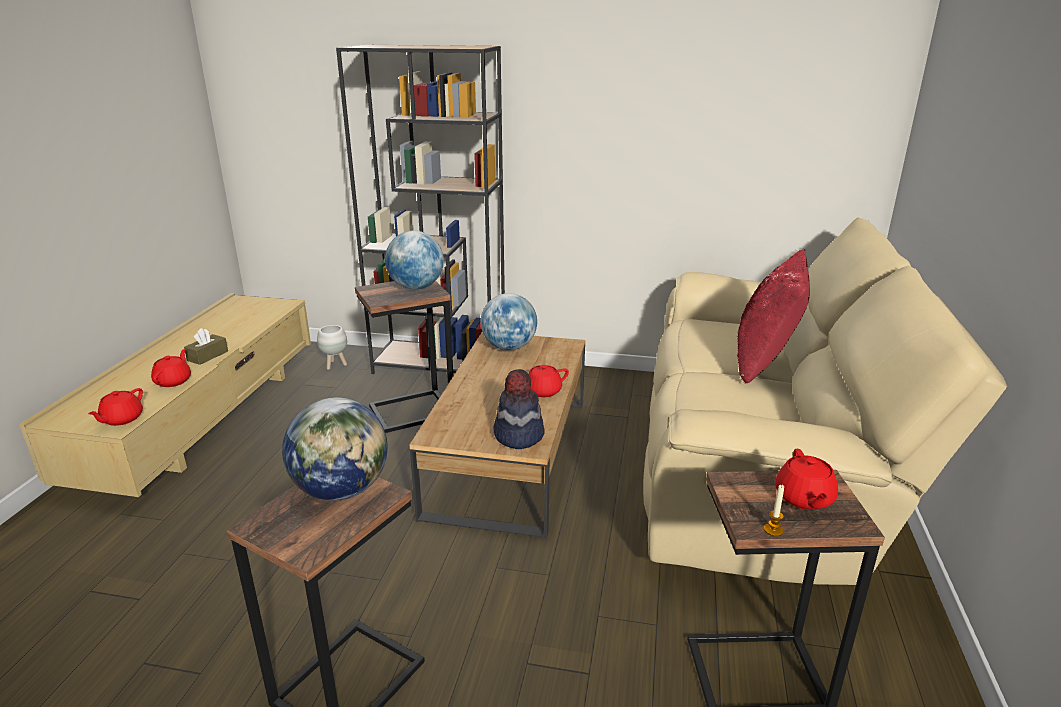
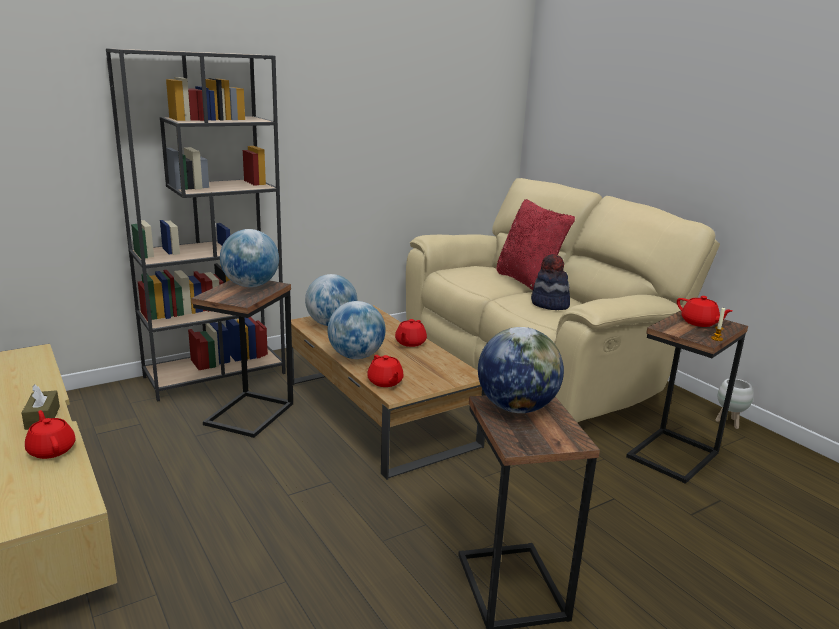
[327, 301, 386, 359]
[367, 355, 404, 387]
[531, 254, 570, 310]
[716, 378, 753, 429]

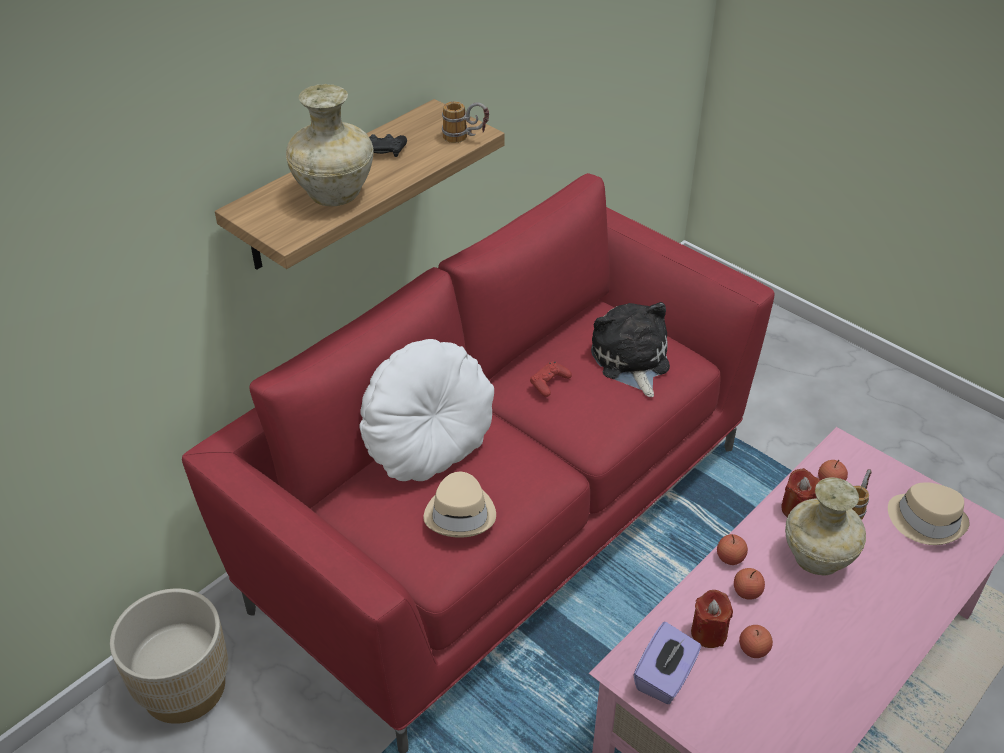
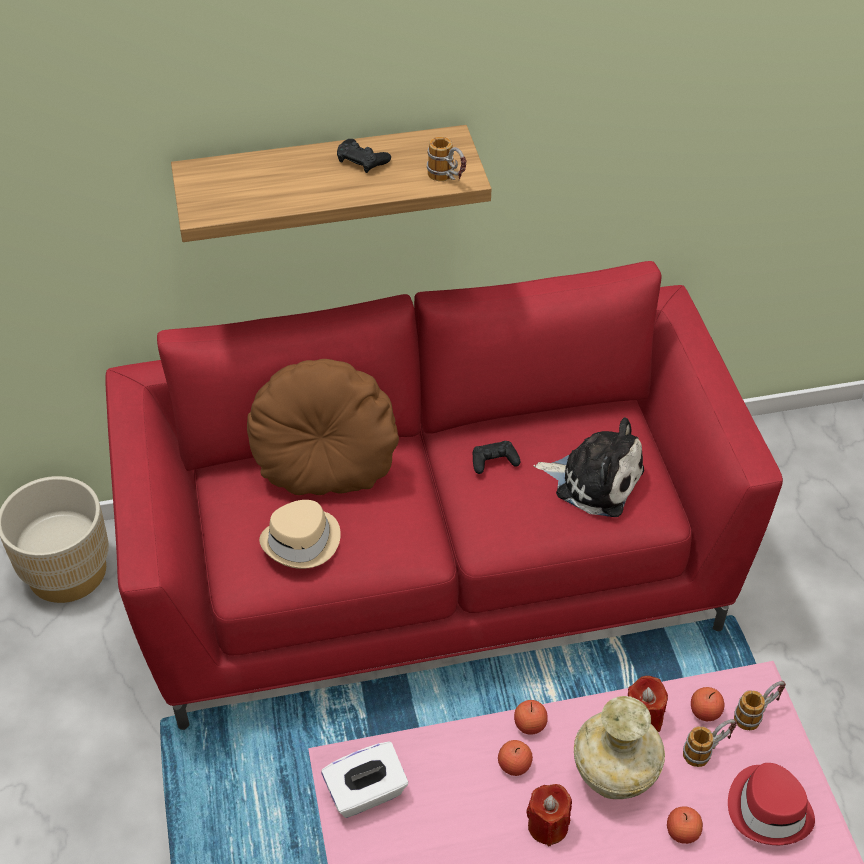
[247, 359, 399, 495]
[321, 741, 408, 818]
[473, 441, 520, 474]
[526, 784, 572, 846]
[533, 417, 644, 517]
[667, 806, 703, 844]
[728, 763, 815, 845]
[734, 681, 786, 730]
[286, 84, 374, 206] (first image)

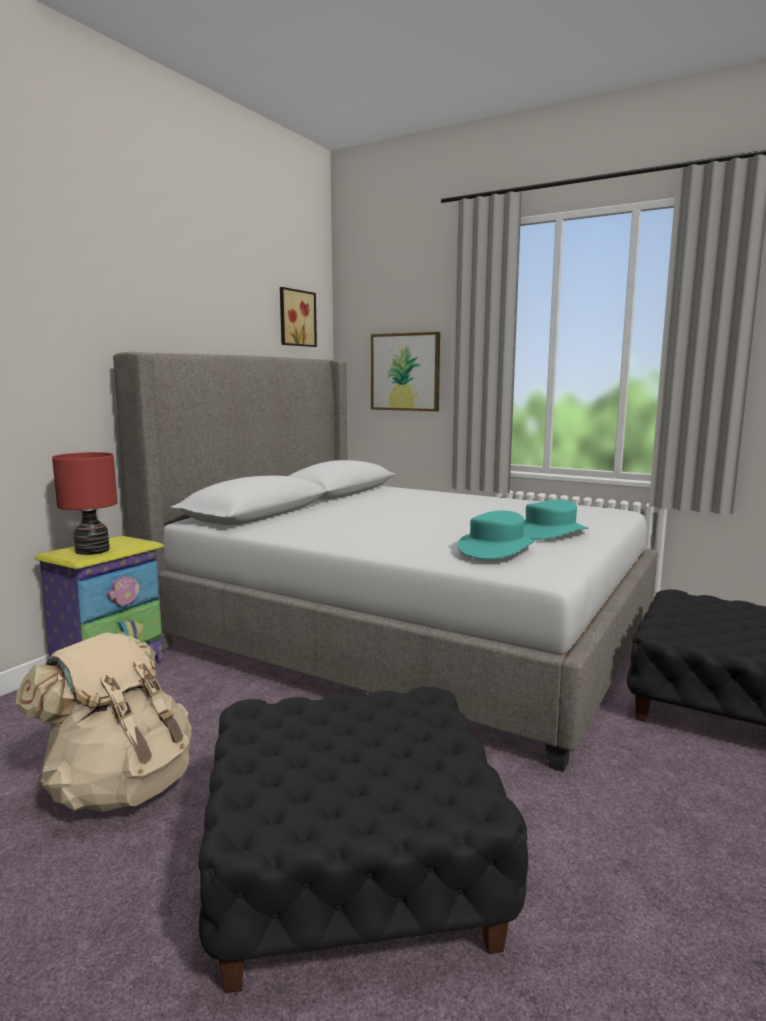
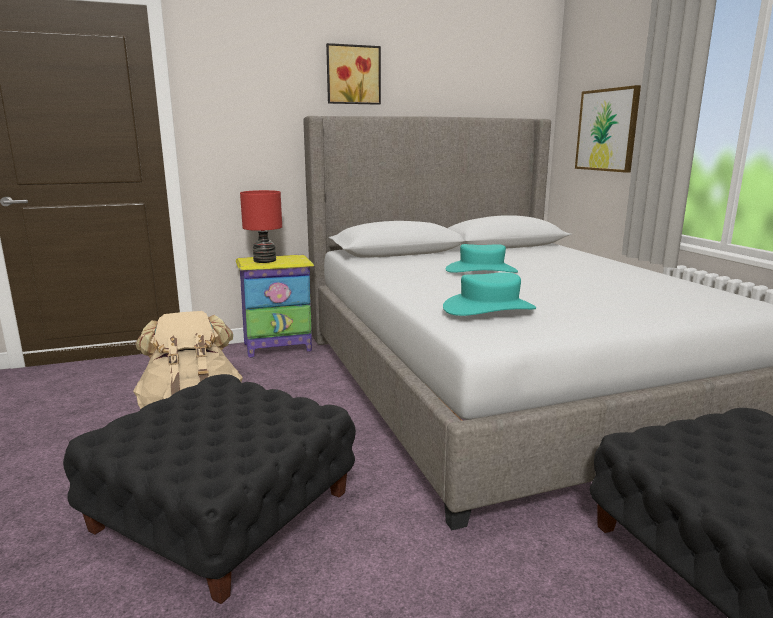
[326, 43, 381, 105]
[446, 244, 518, 273]

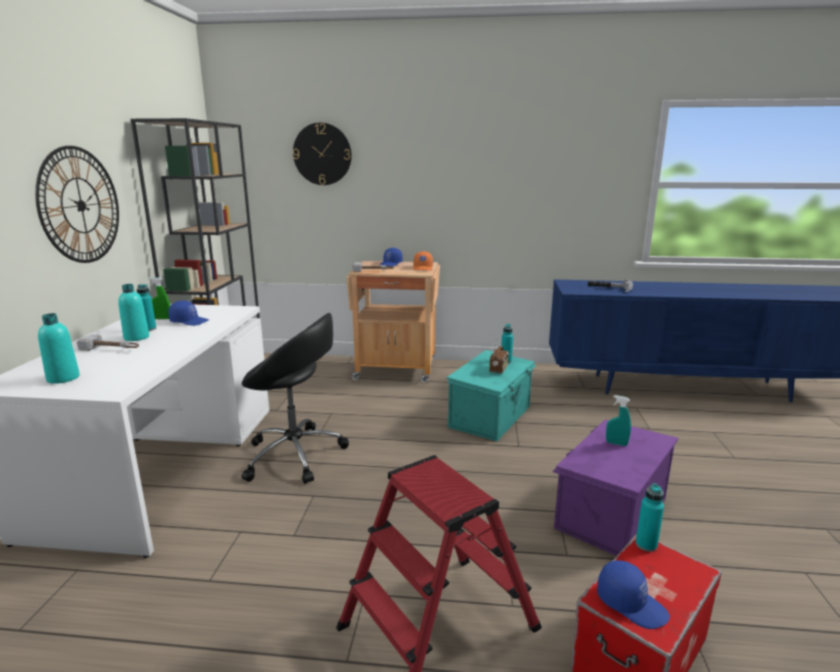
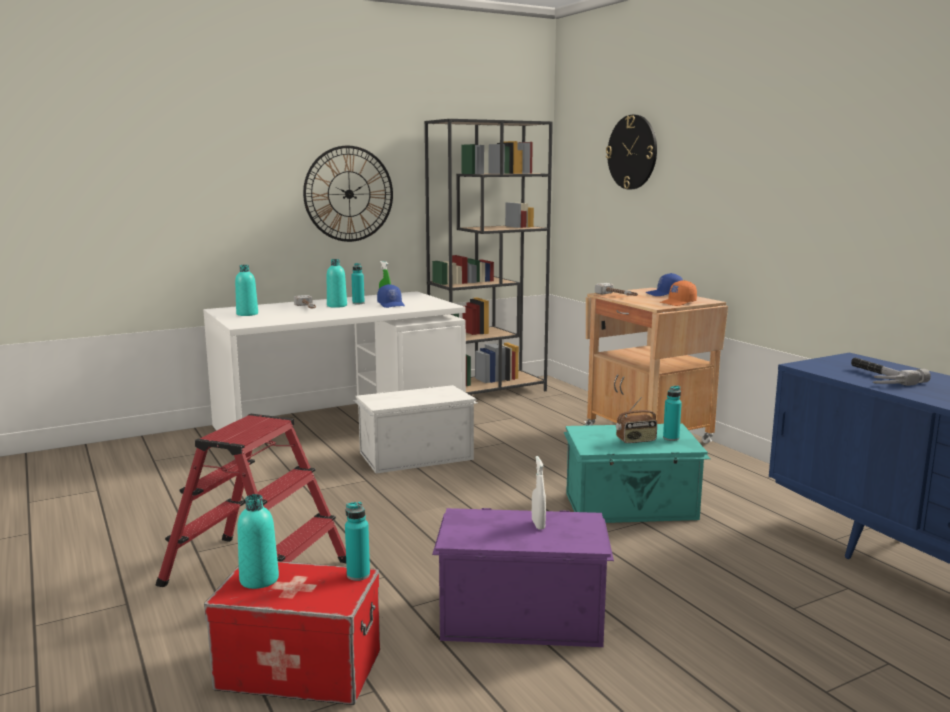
[237, 494, 279, 589]
[353, 385, 477, 474]
[532, 456, 546, 530]

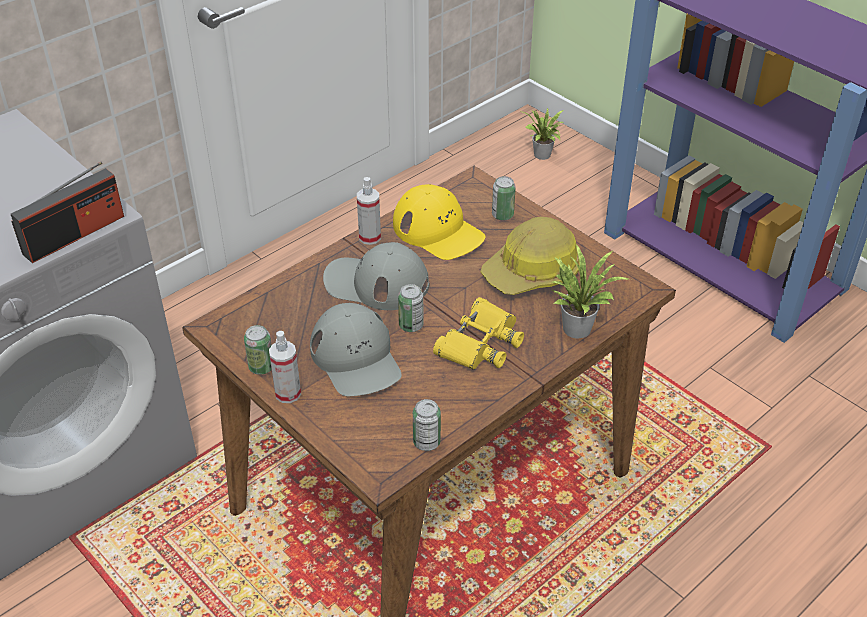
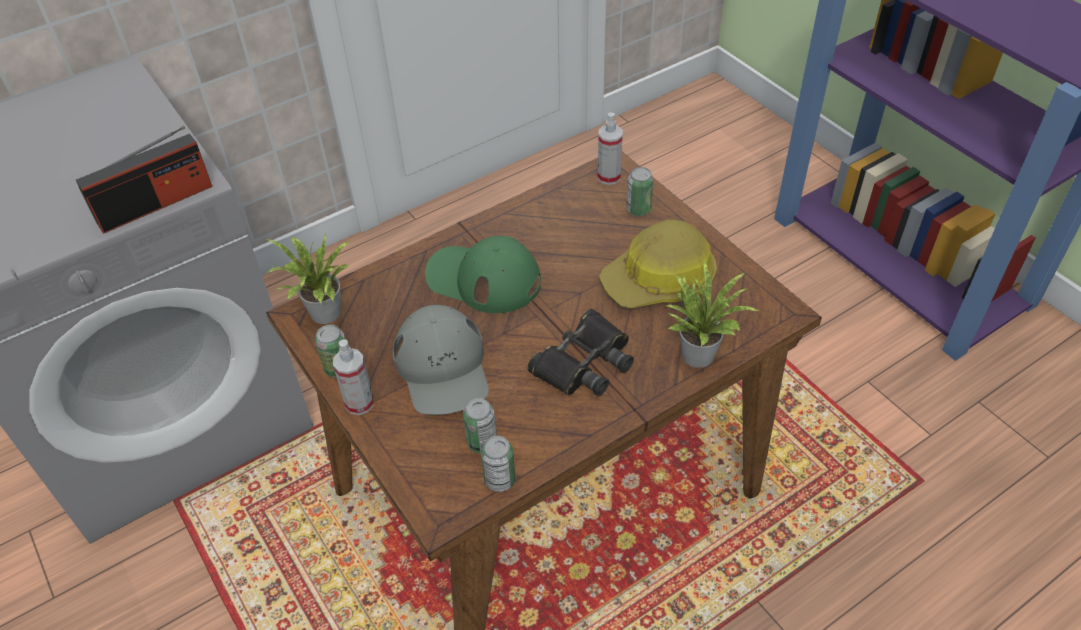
[265, 233, 351, 324]
[425, 236, 541, 313]
[463, 398, 497, 453]
[527, 309, 634, 396]
[598, 113, 623, 185]
[393, 184, 486, 260] (first image)

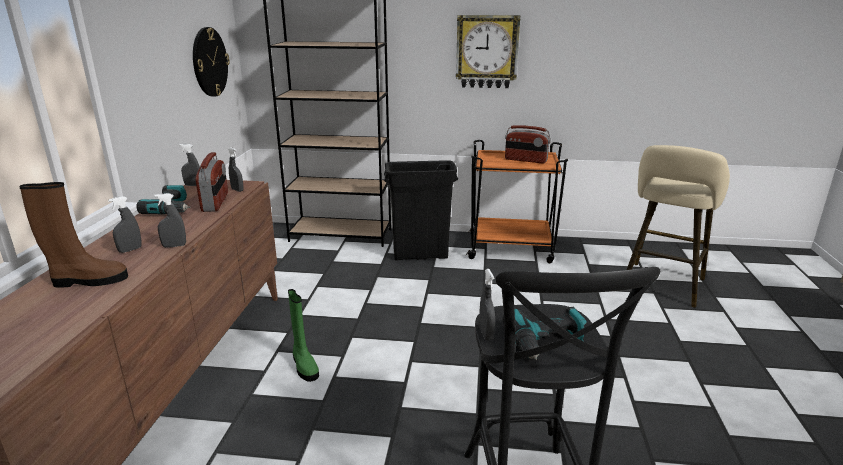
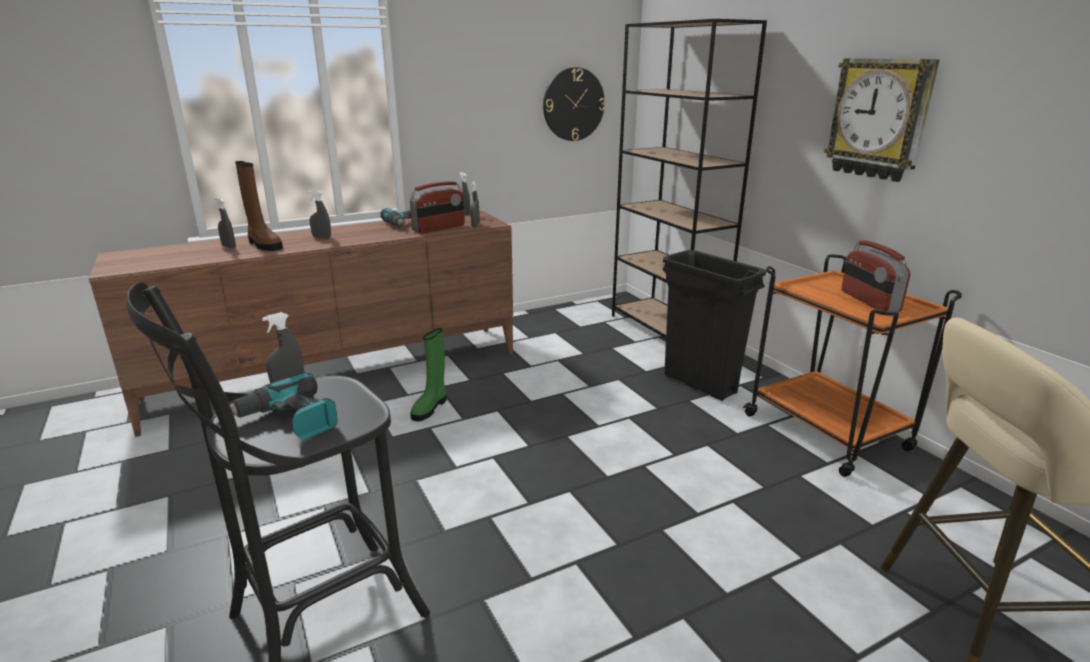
[214, 197, 236, 249]

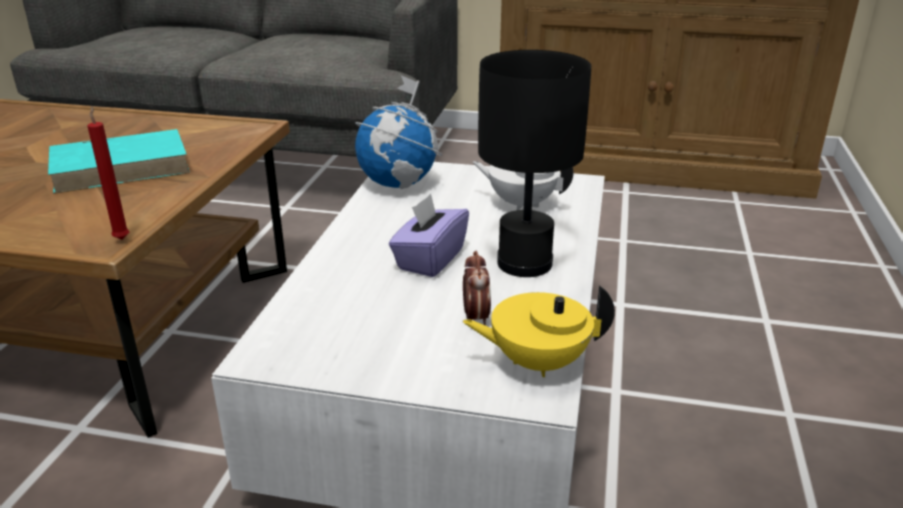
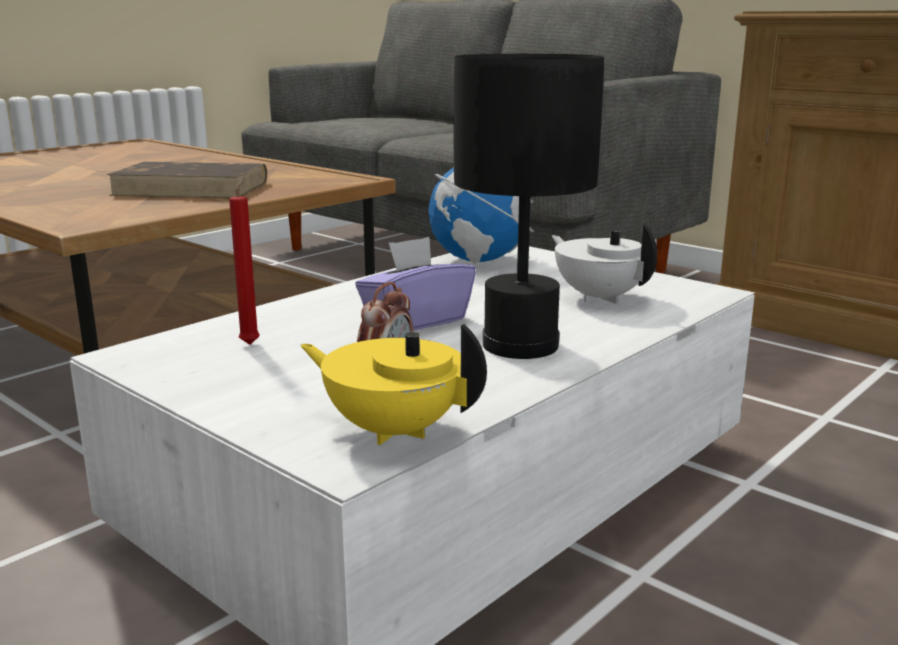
[107, 162, 267, 198]
[229, 177, 260, 345]

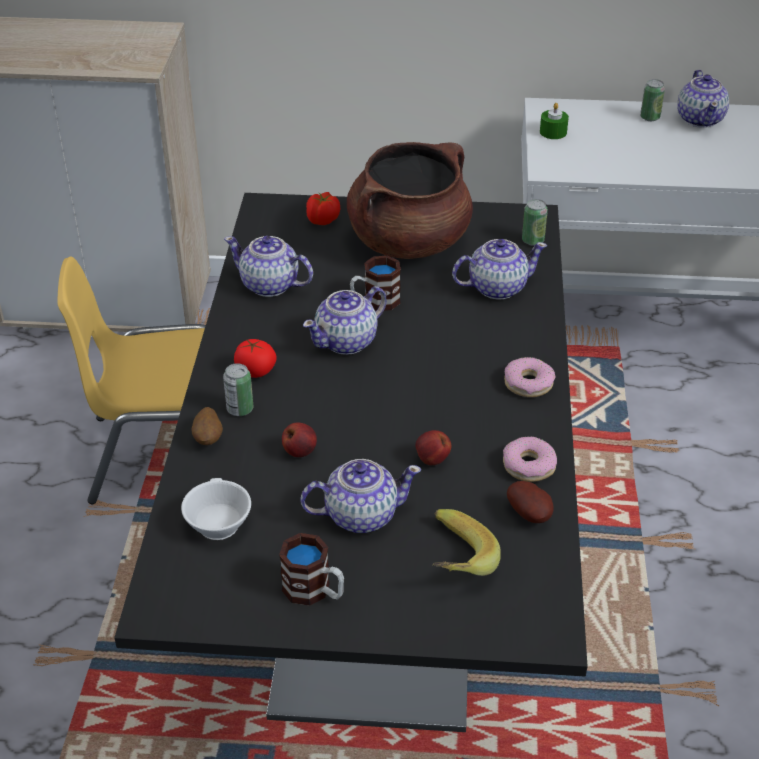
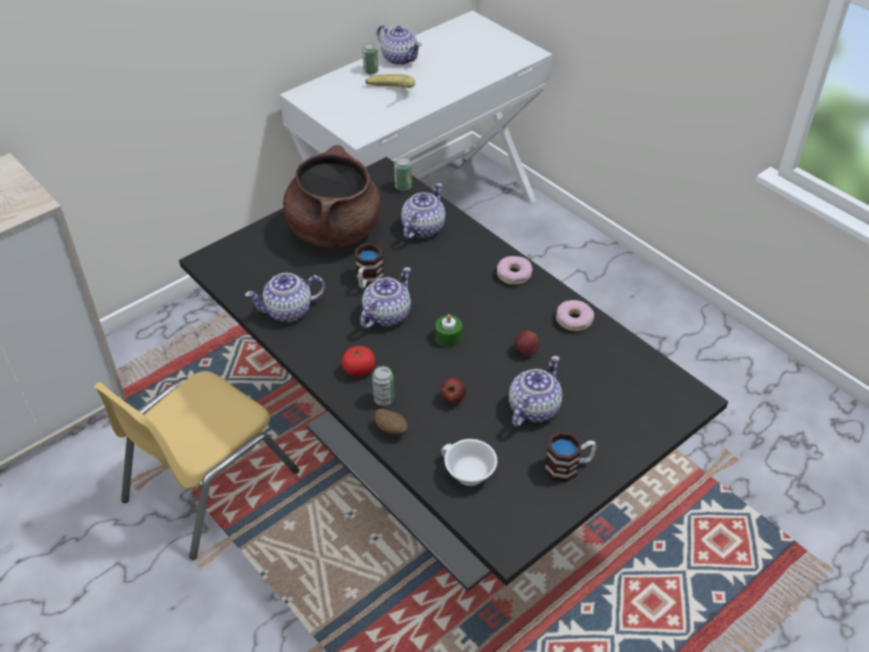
[360, 267, 411, 328]
[365, 74, 415, 88]
[435, 314, 462, 347]
[306, 192, 340, 225] (first image)
[507, 481, 554, 523] (first image)

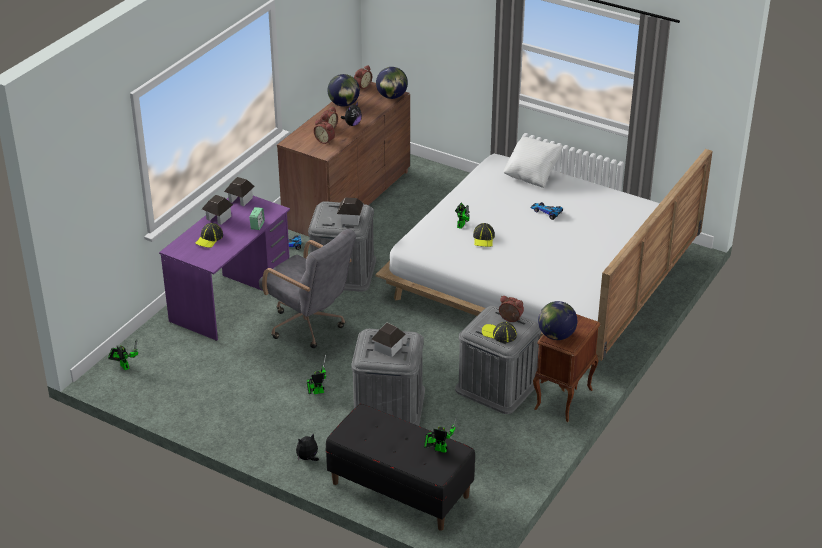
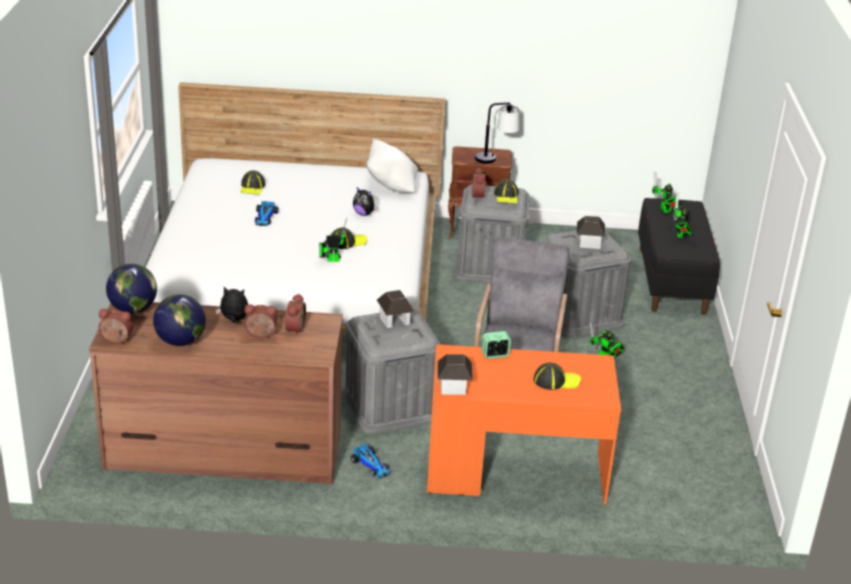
[240, 170, 266, 195]
[353, 187, 378, 216]
[366, 139, 418, 193]
[427, 344, 621, 504]
[475, 102, 519, 164]
[673, 193, 693, 238]
[202, 195, 233, 225] (first image)

